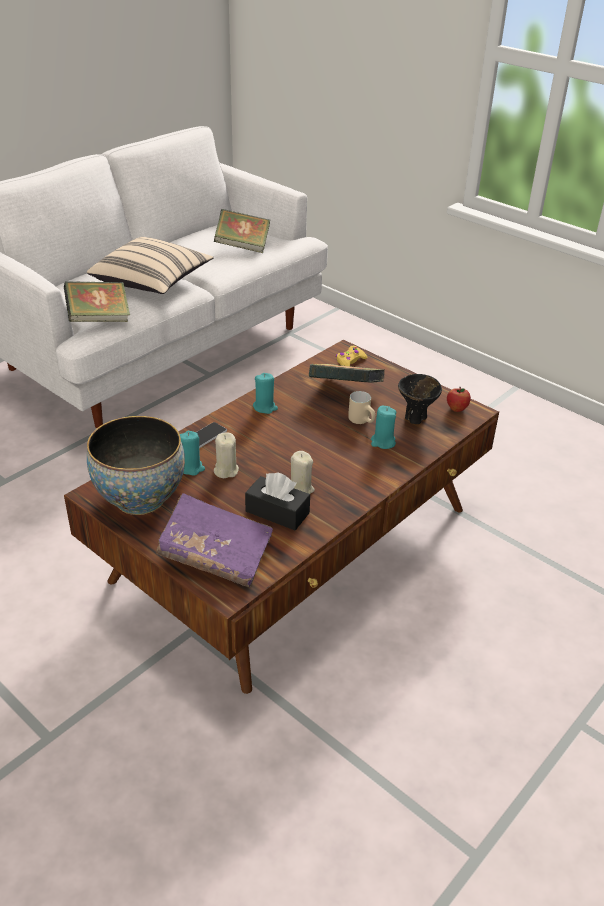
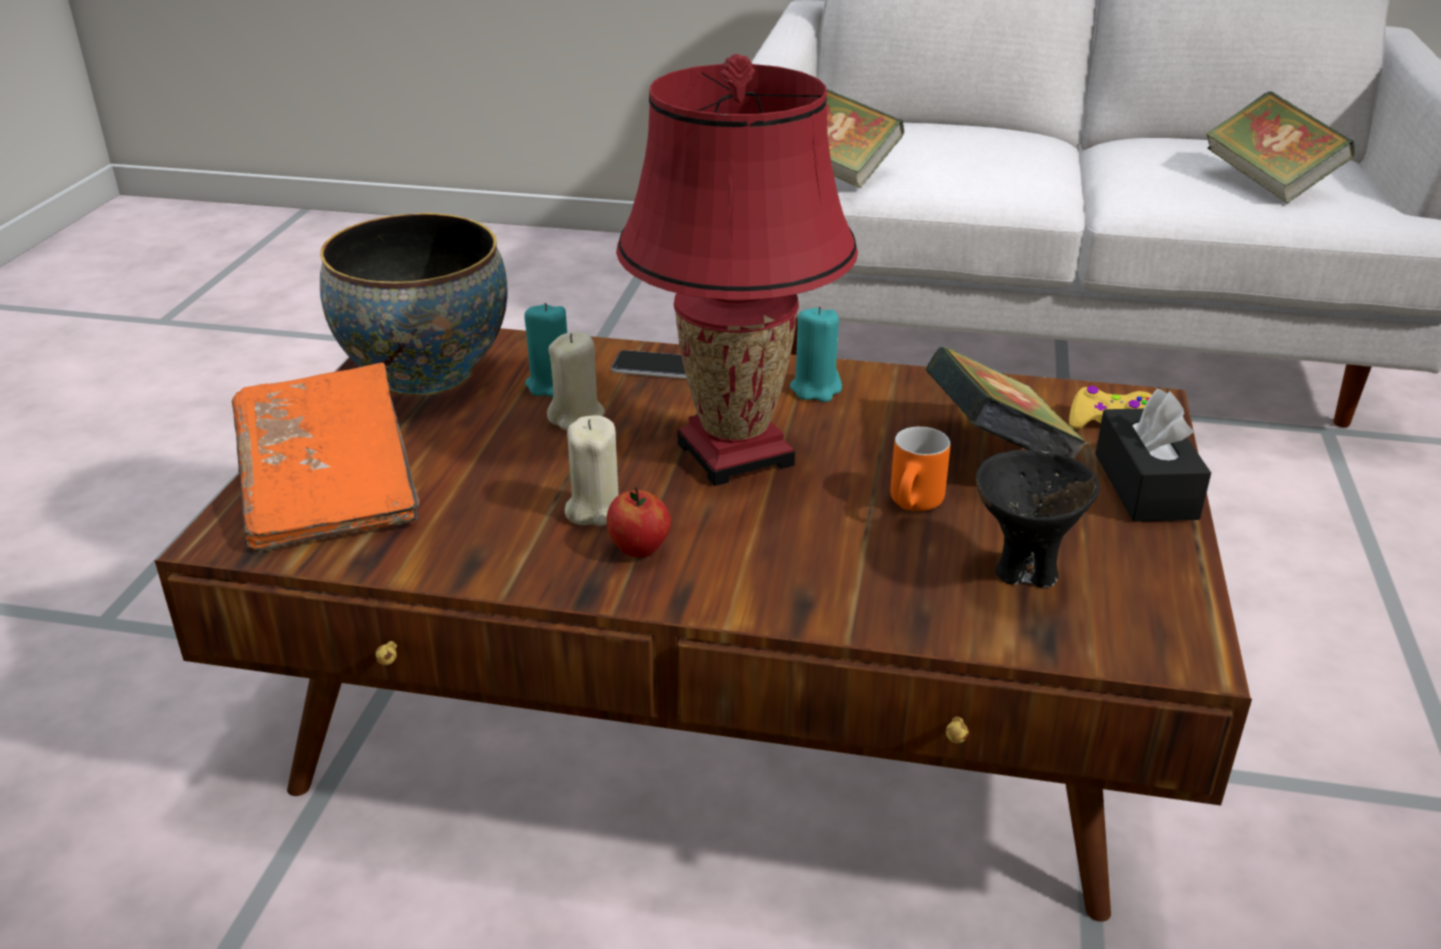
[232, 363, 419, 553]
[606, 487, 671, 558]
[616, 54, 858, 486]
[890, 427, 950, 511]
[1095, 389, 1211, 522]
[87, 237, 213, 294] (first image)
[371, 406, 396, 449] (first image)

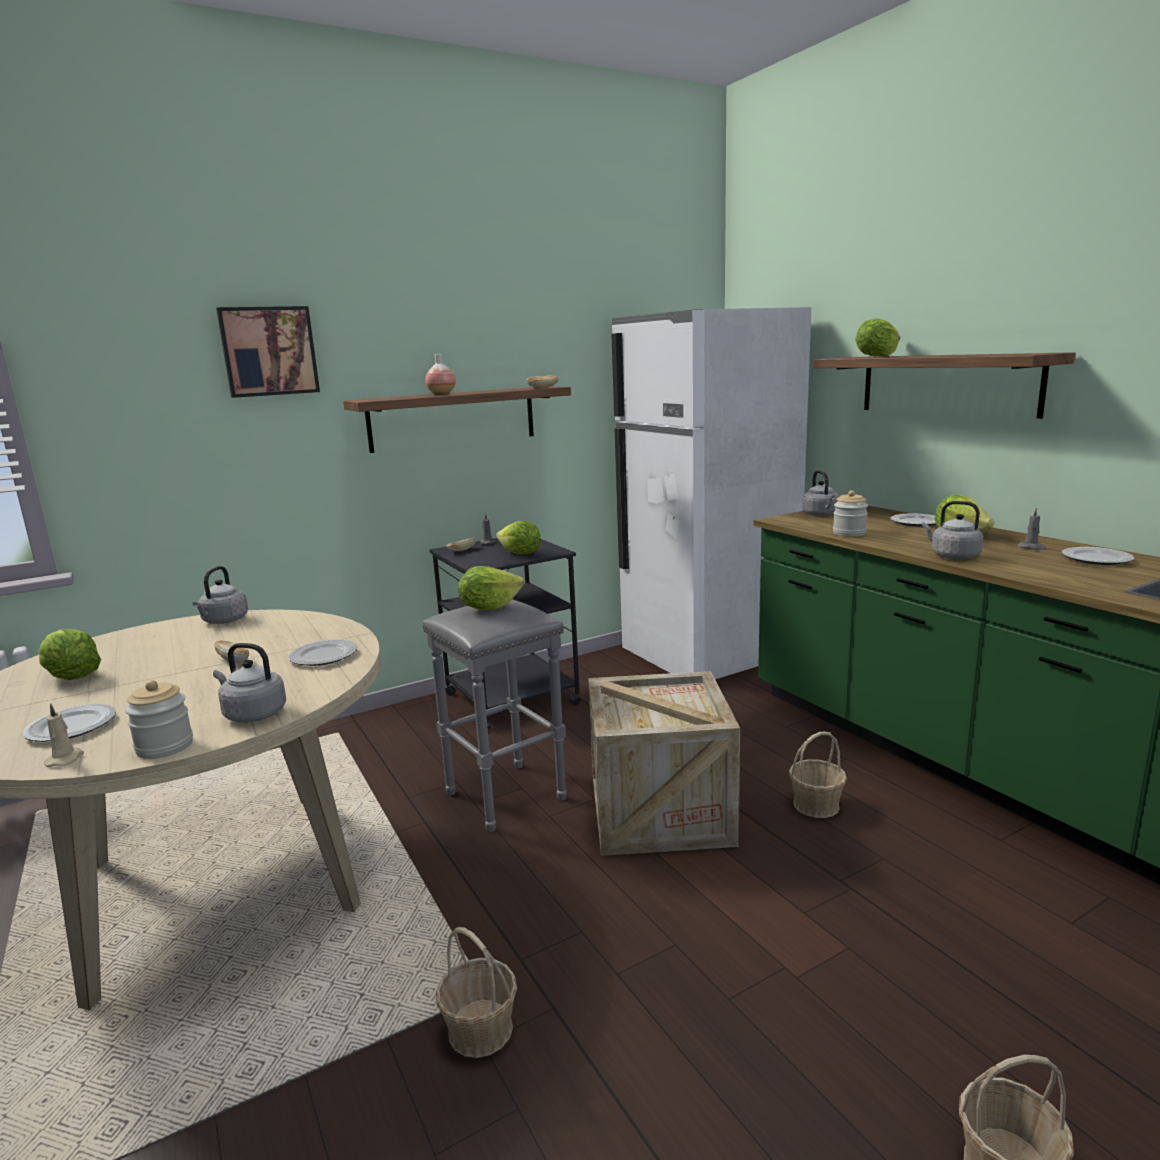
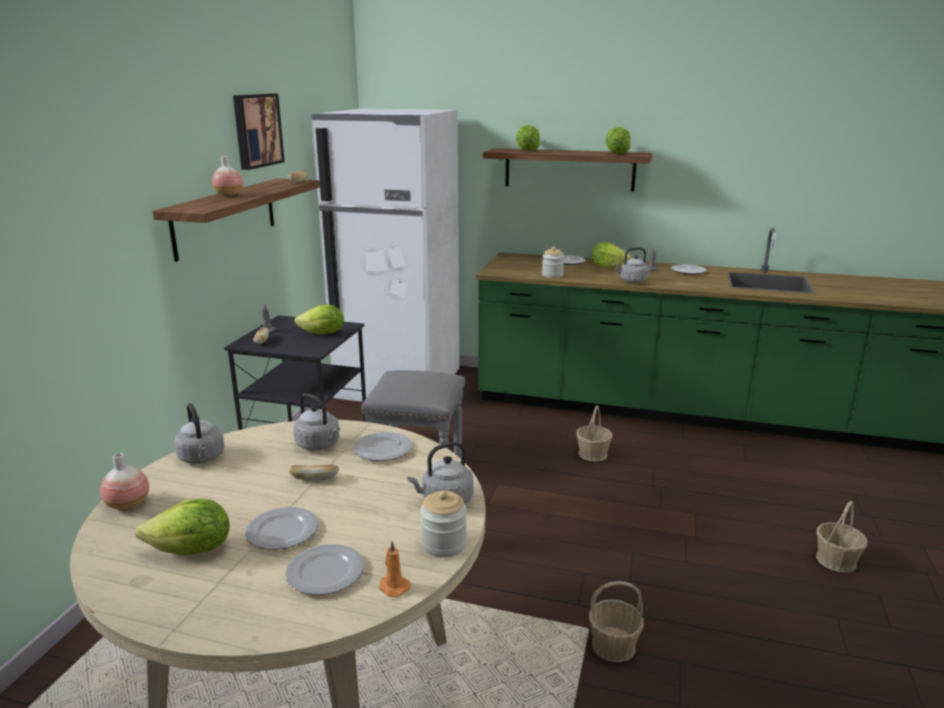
[100, 453, 149, 511]
[233, 94, 285, 170]
[245, 507, 318, 550]
[293, 393, 340, 451]
[379, 541, 410, 597]
[605, 127, 631, 154]
[588, 671, 740, 856] (first image)

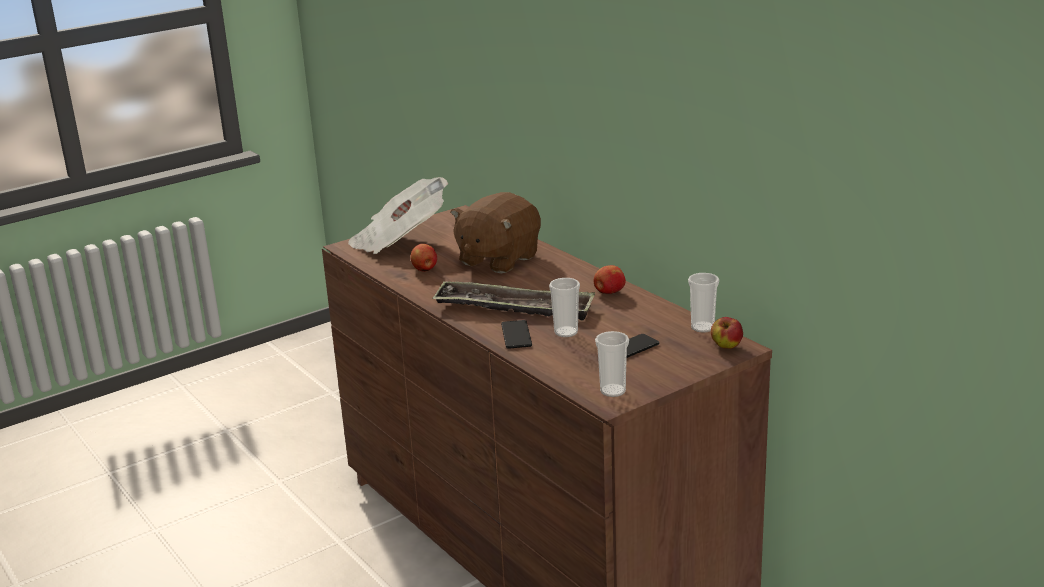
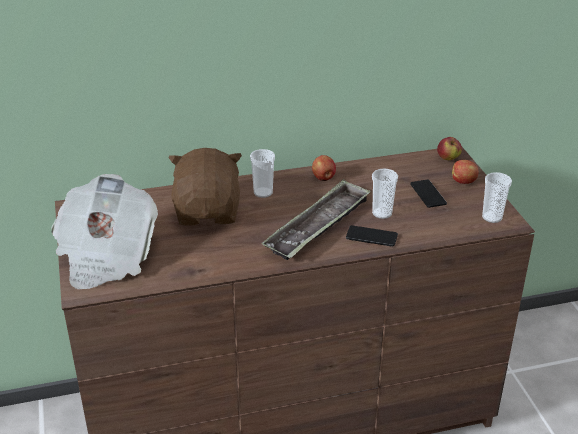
[169, 148, 242, 226]
[250, 149, 275, 198]
[452, 160, 478, 184]

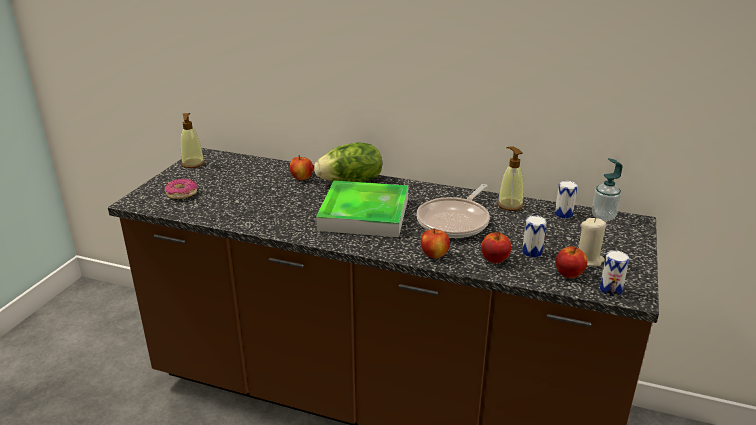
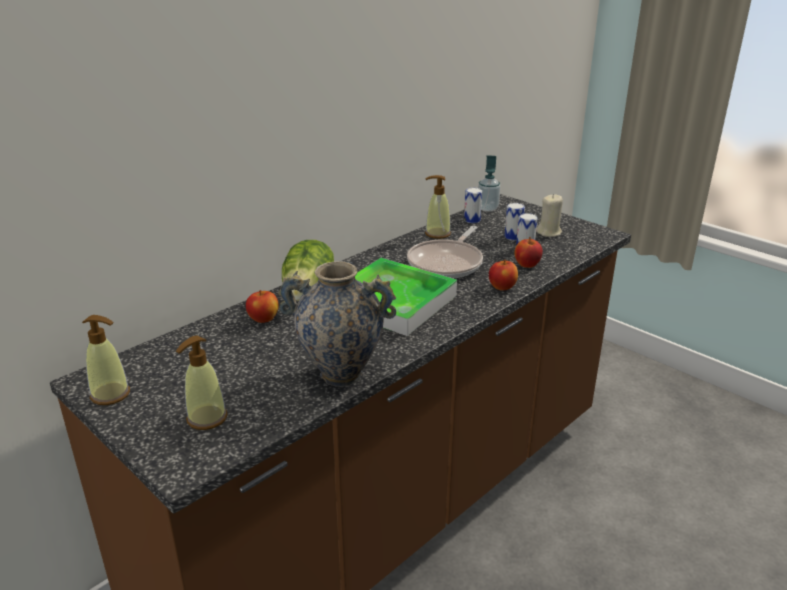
[176, 336, 227, 430]
[278, 261, 396, 387]
[407, 226, 483, 278]
[505, 203, 525, 240]
[556, 246, 587, 278] (first image)

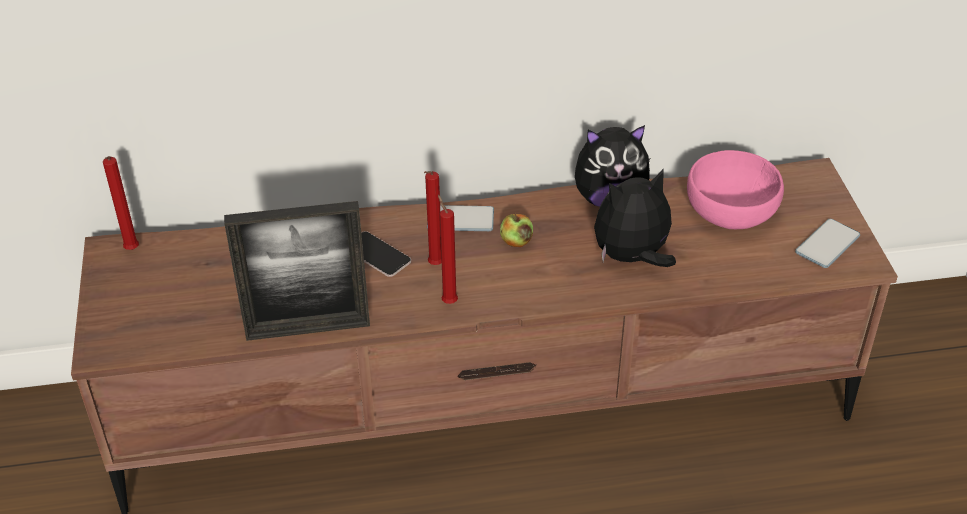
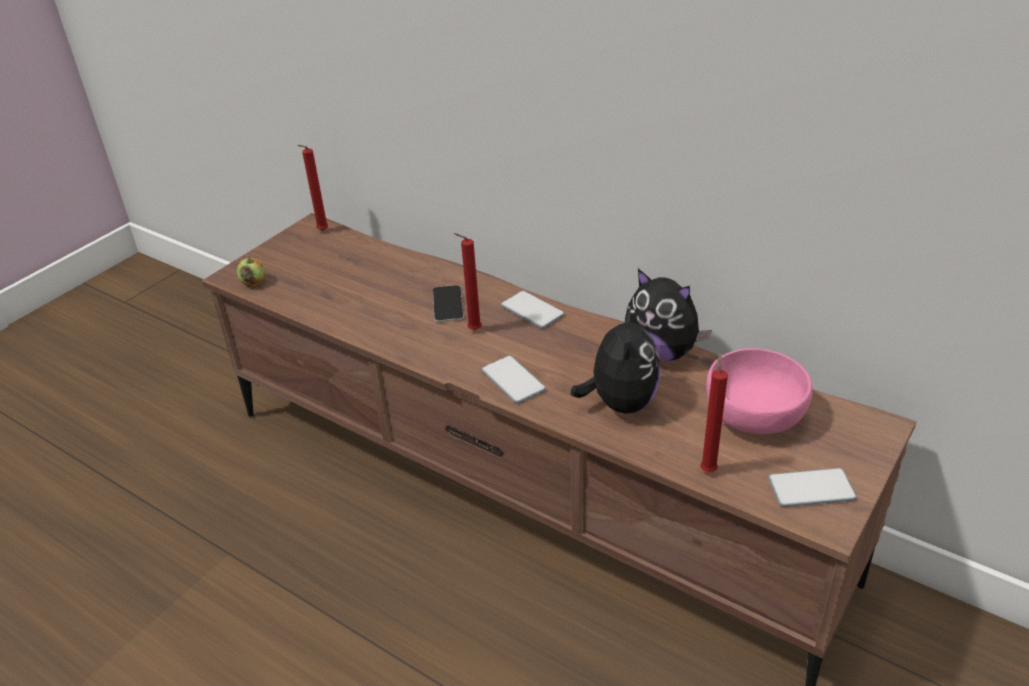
[237, 256, 265, 286]
[482, 356, 546, 403]
[571, 305, 661, 413]
[700, 352, 728, 472]
[224, 201, 370, 341] (first image)

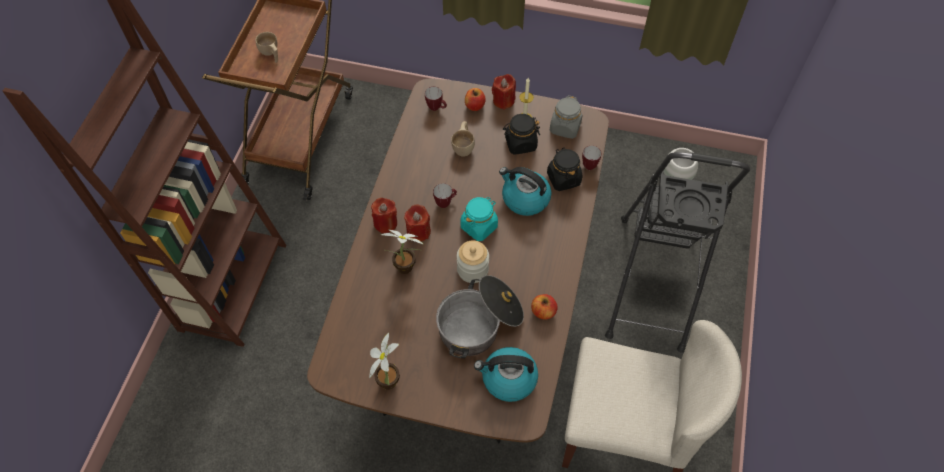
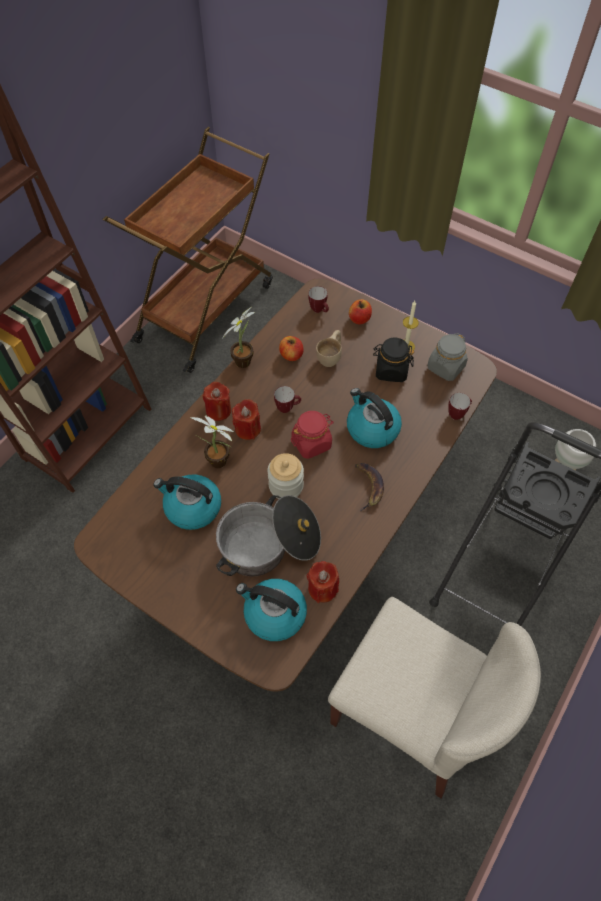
[153, 474, 221, 530]
[222, 307, 255, 368]
[279, 336, 303, 361]
[291, 411, 334, 459]
[306, 561, 339, 603]
[355, 463, 384, 511]
[256, 32, 278, 63] (first image)
[547, 147, 582, 191] (first image)

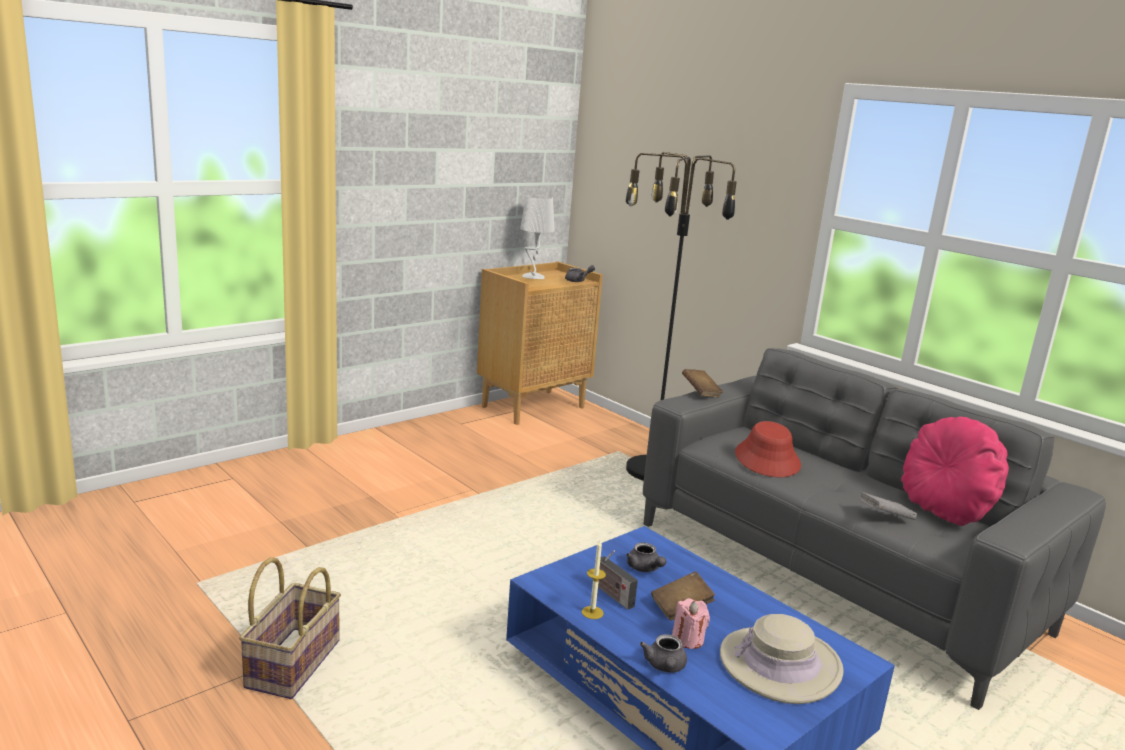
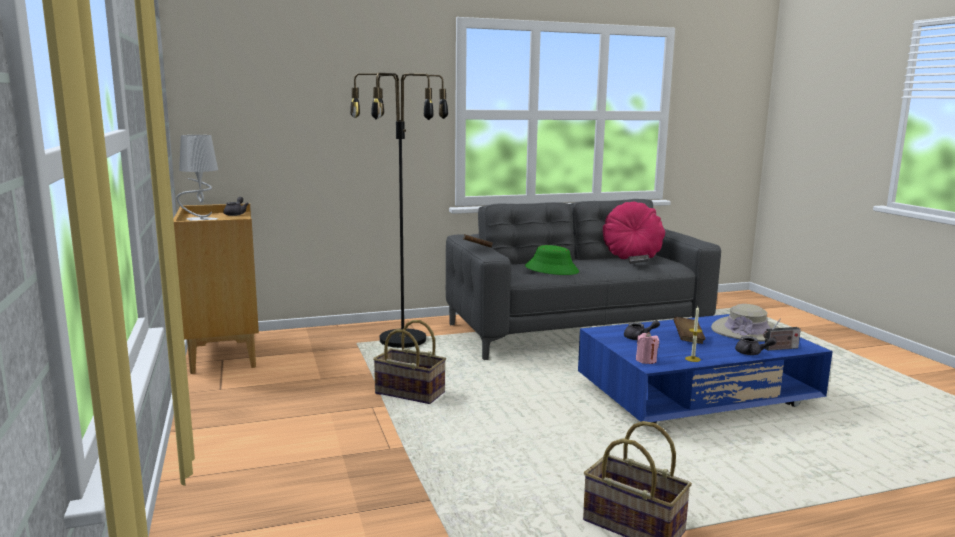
[373, 320, 446, 404]
[525, 245, 579, 275]
[636, 332, 659, 364]
[764, 318, 801, 351]

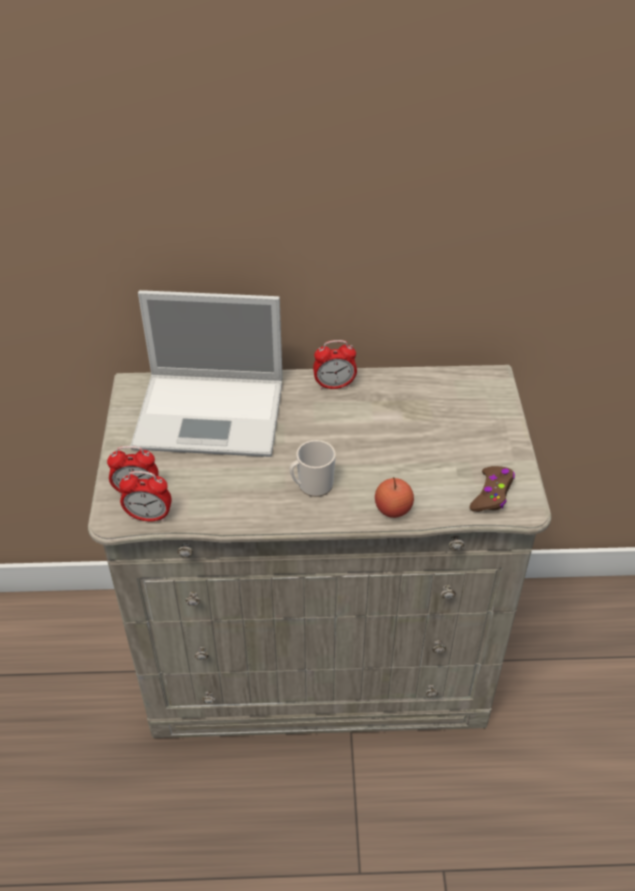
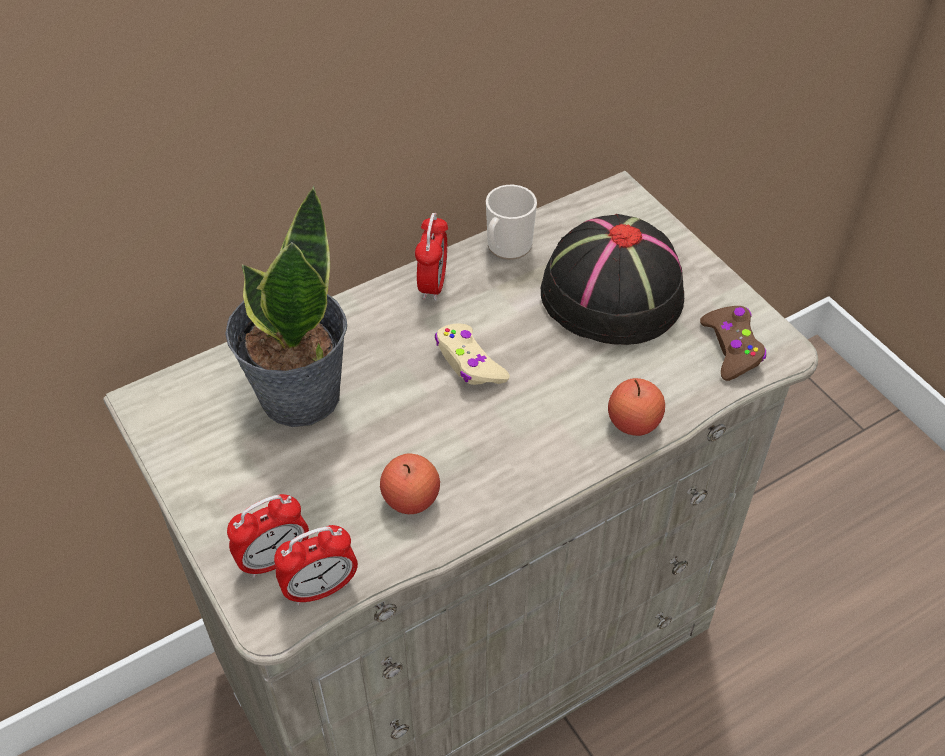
[225, 185, 347, 427]
[380, 454, 440, 514]
[415, 213, 448, 301]
[435, 323, 510, 385]
[486, 185, 537, 260]
[541, 214, 684, 345]

